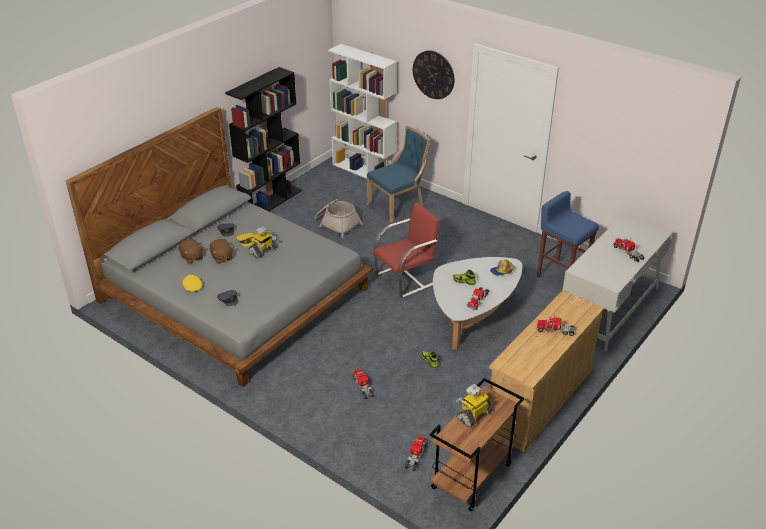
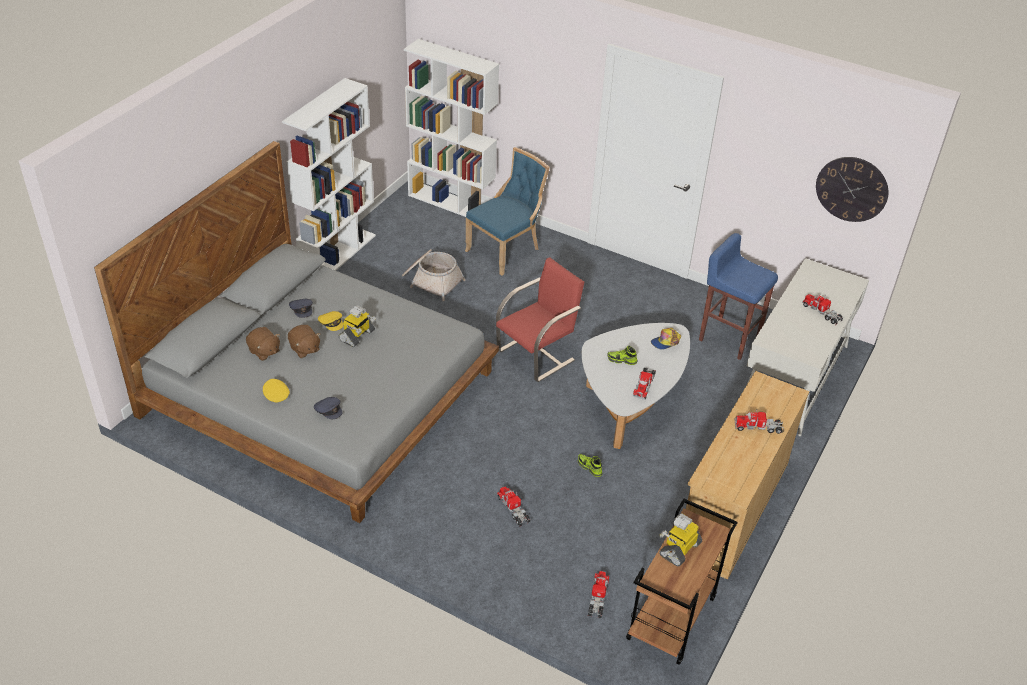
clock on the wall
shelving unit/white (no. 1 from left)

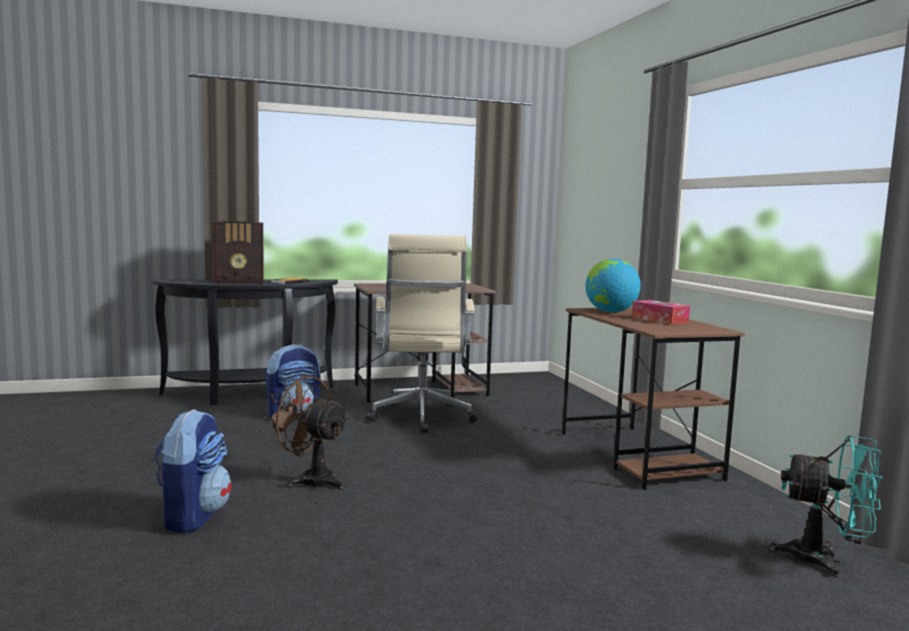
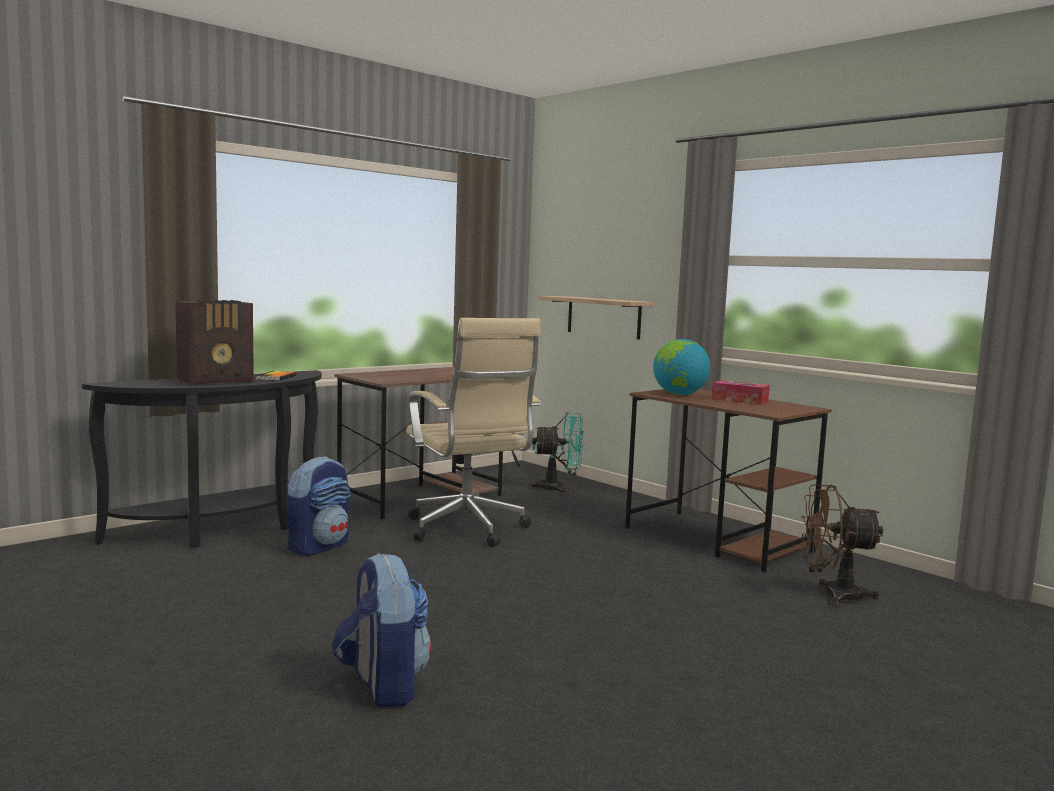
bracket shelf
cooling fan/brown
cooling fan/turquoise-coloured

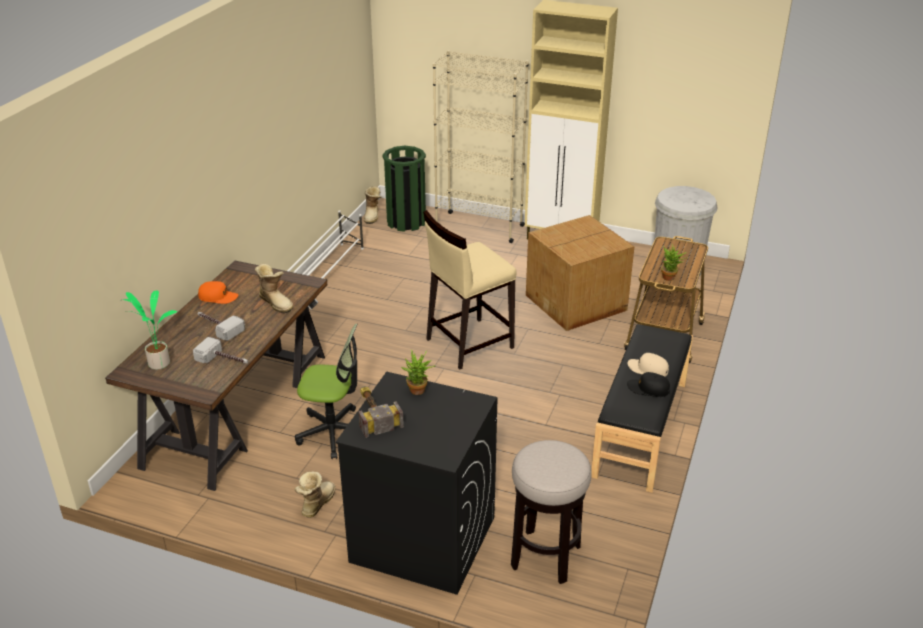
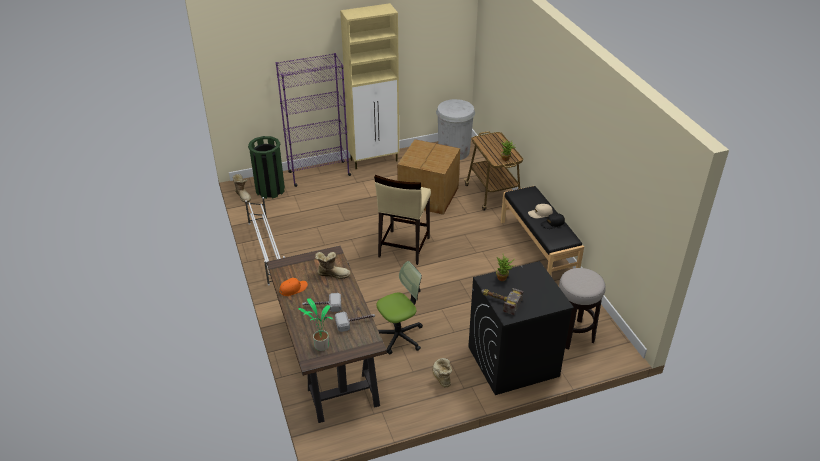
shelving unit/purple-coloured

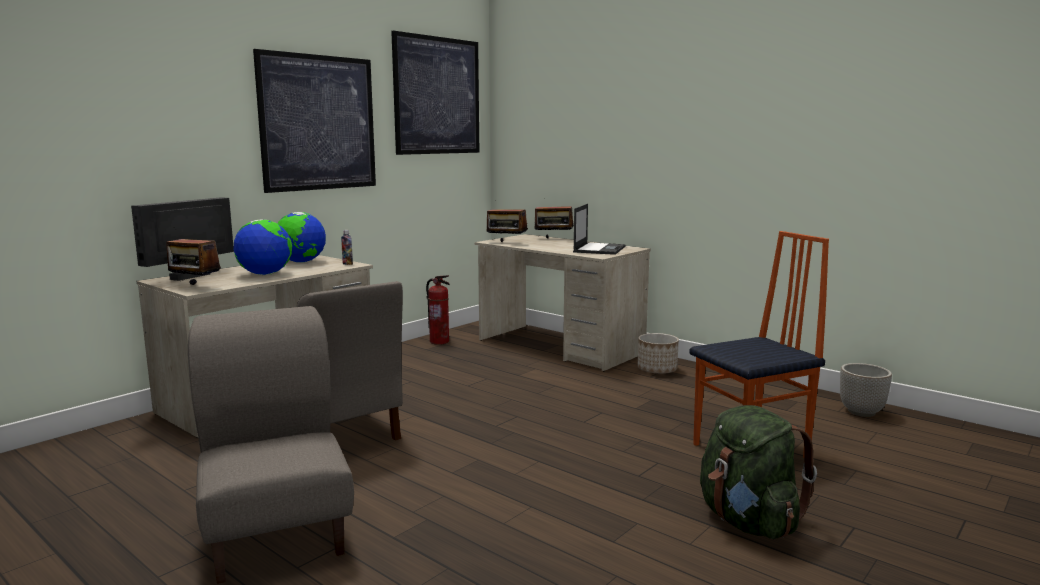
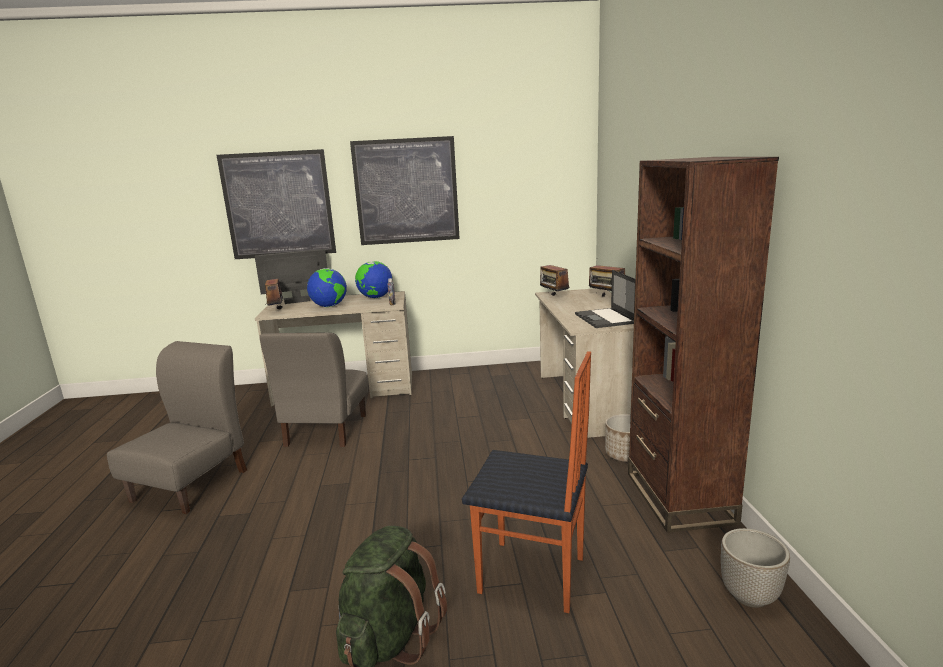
fire-fighting cylinder
shelving unit/brown
picture (no. 1 from left)
notebook computer

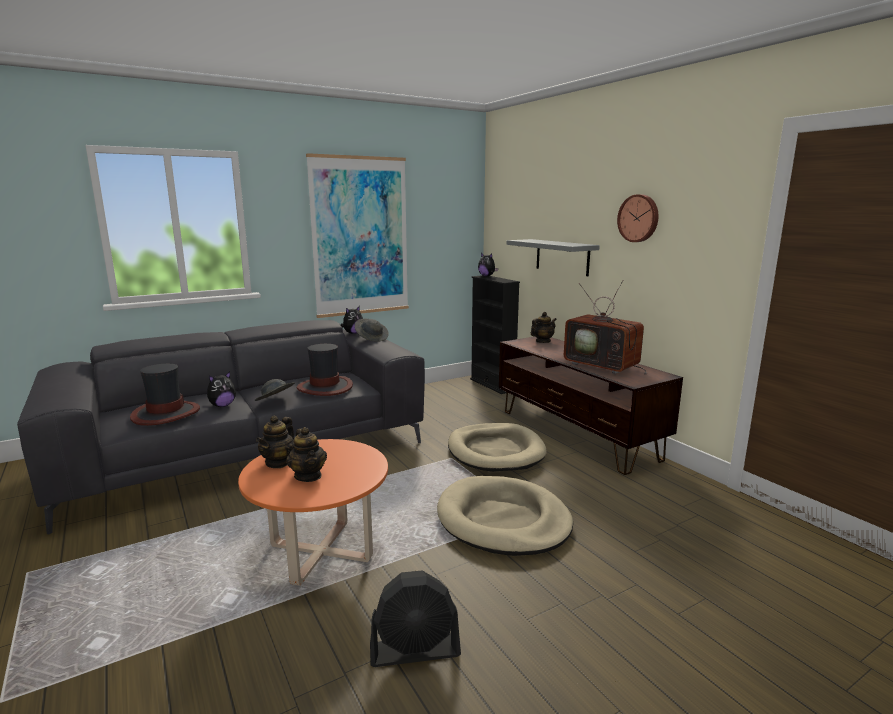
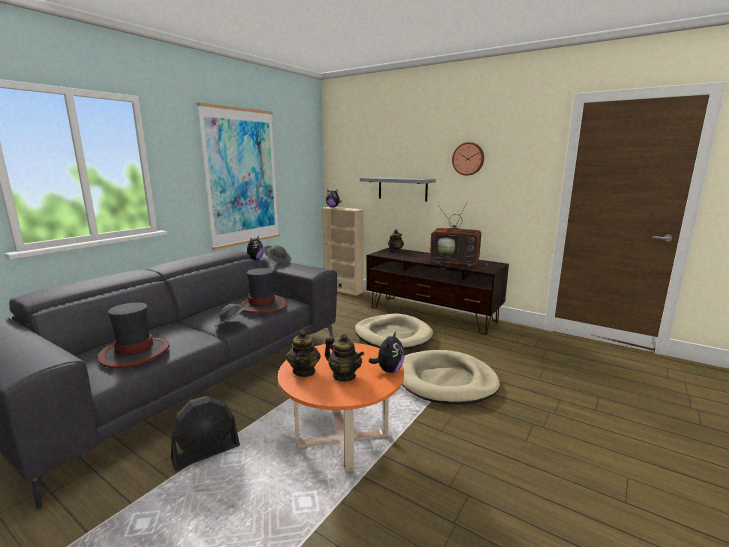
cuddly toy (no. 3 from left)
cooling fan/black-coloured
shelving unit/sand-coloured

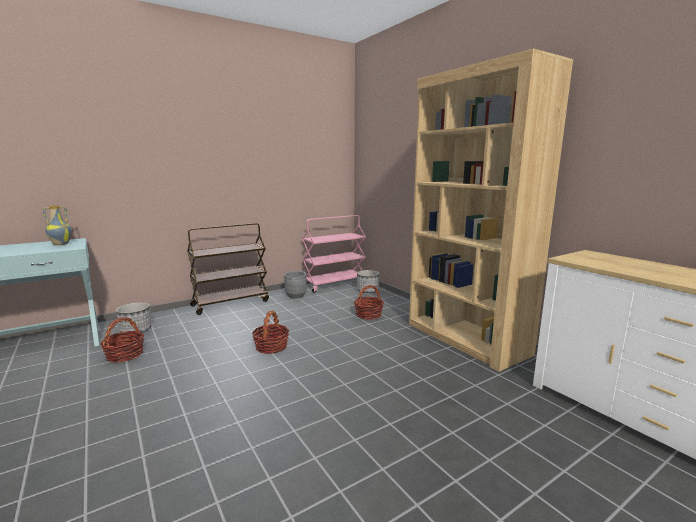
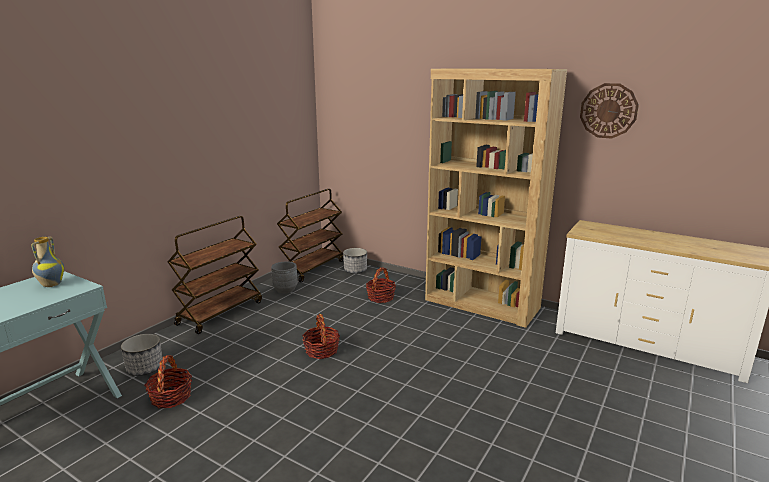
clock on the wall
wheeled cart/brown (no. 2 from left)

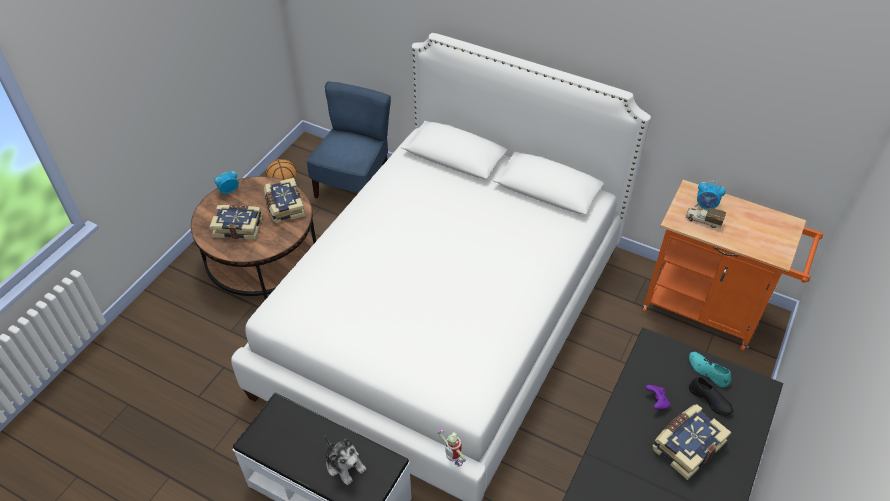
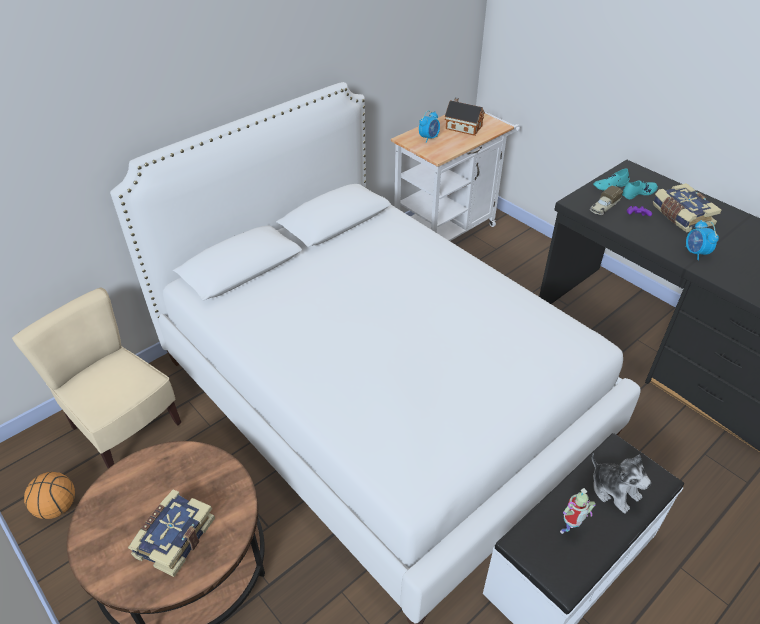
bound book (no. 2 from left in the first image)
miniature house
table clock (no. 2 from left)
toy robot
toy lorry
upright chair/sand-coloured
wheeled cart/white
item of footwear/turquoise-coloured (no. 2 from left)
cuddly toy

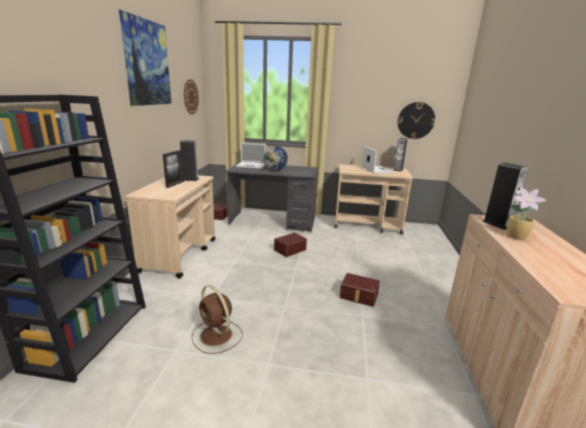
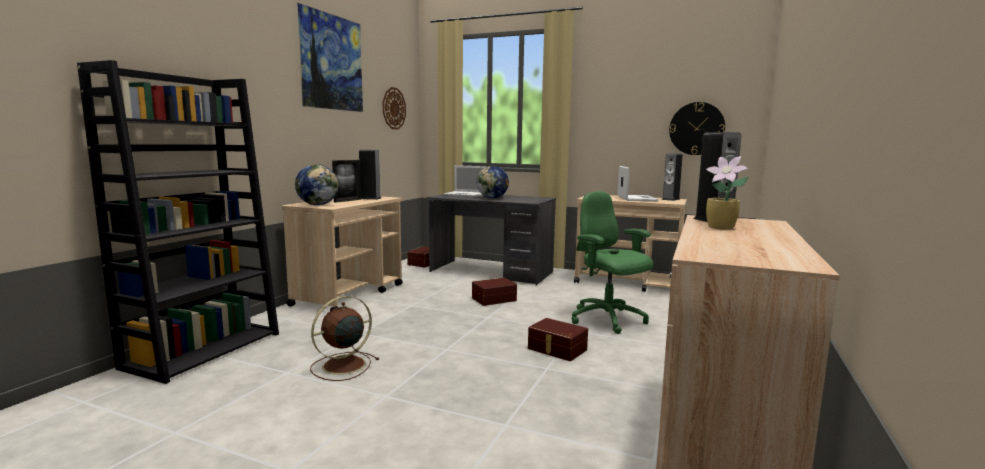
world globe (no. 1 from left)
office chair/green
cooling fan/brown

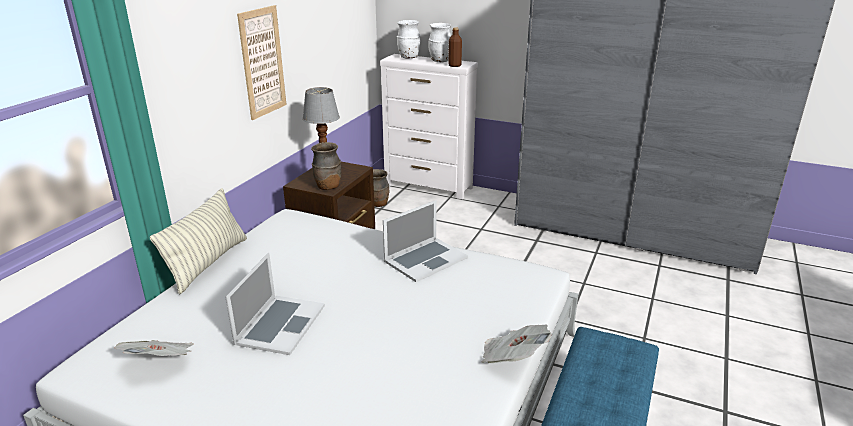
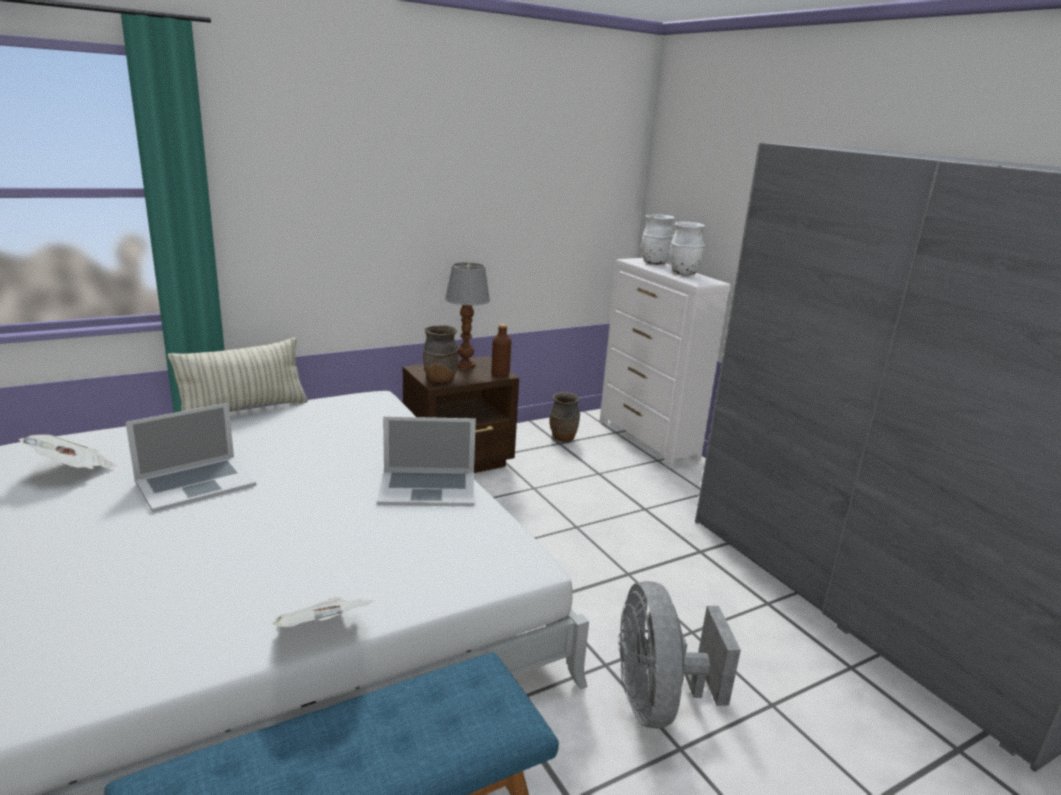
picture
cooling fan/greyish
drink bottle/brown

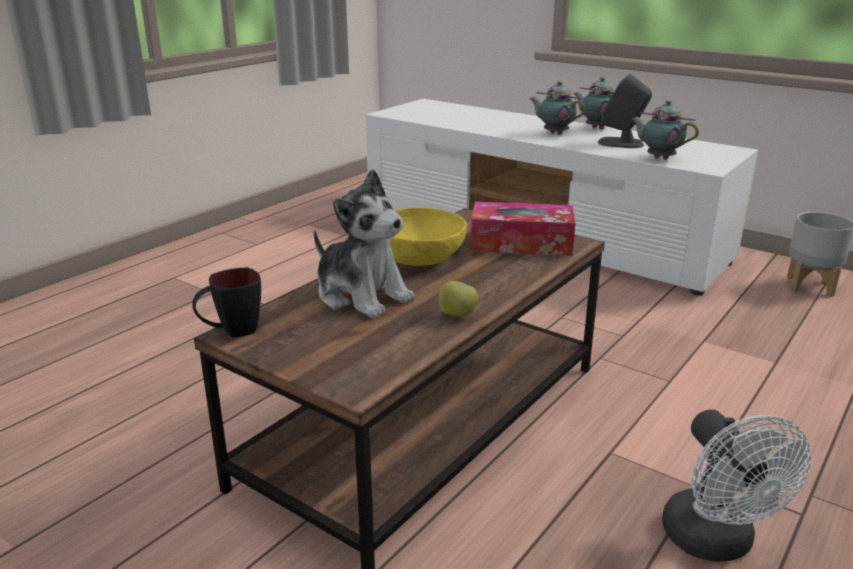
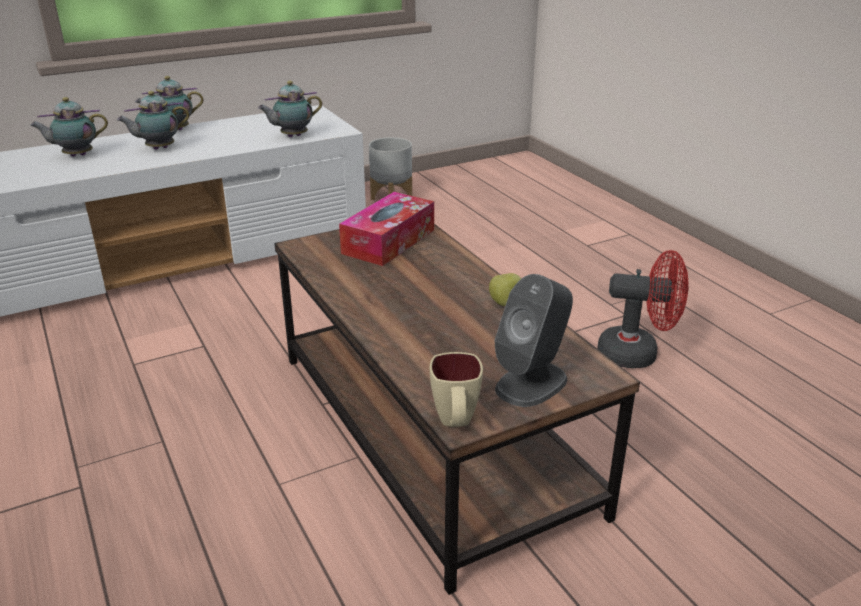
cuddly toy
bowl/yellow-coloured
tea pot (no. 1 from left)
audio speaker/greyish
coffee mug/sand-coloured
cooling fan/reddish

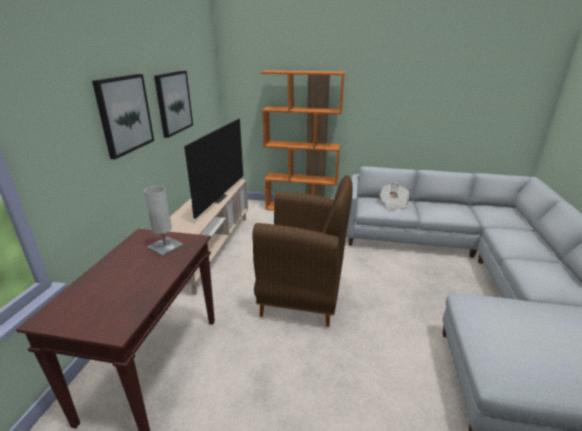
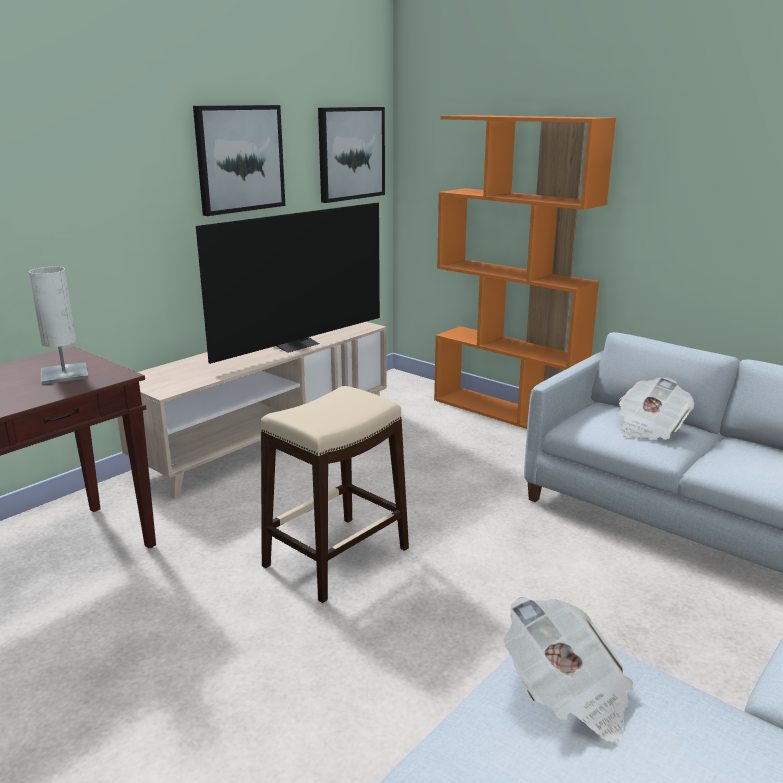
printed paper (no. 1 from left)
picture (no. 2 from left)
stool/sand-coloured

